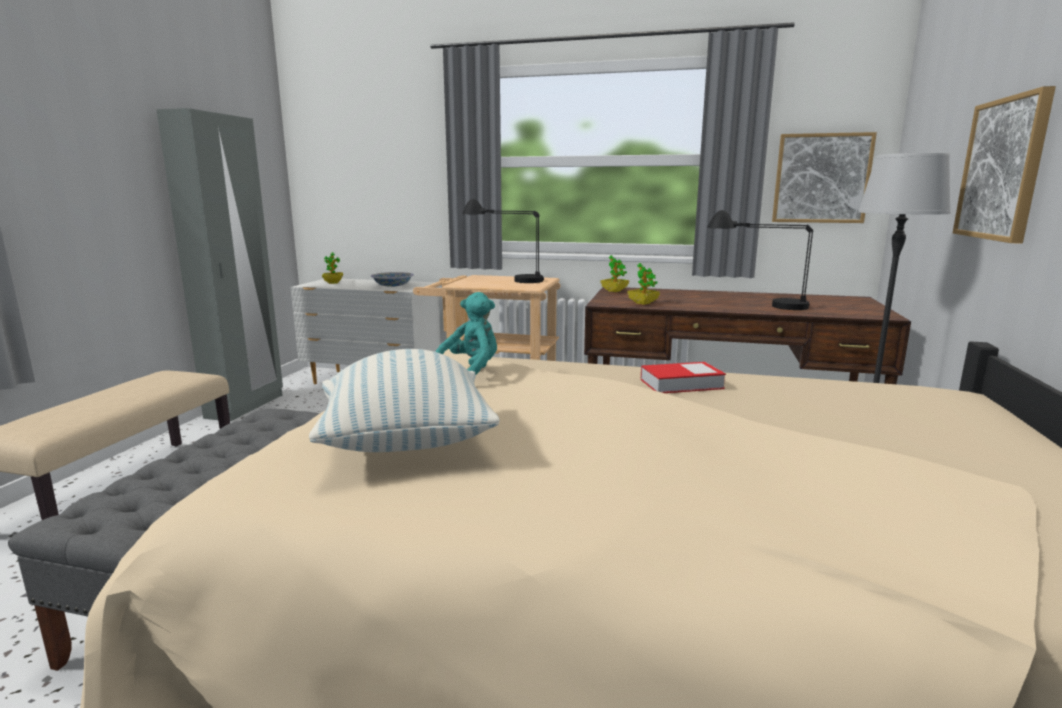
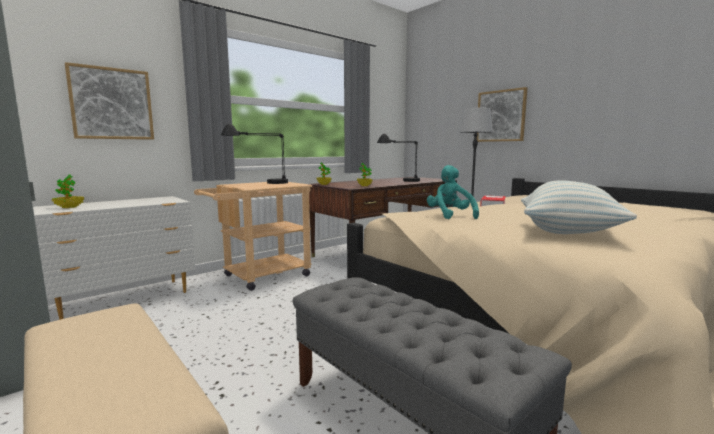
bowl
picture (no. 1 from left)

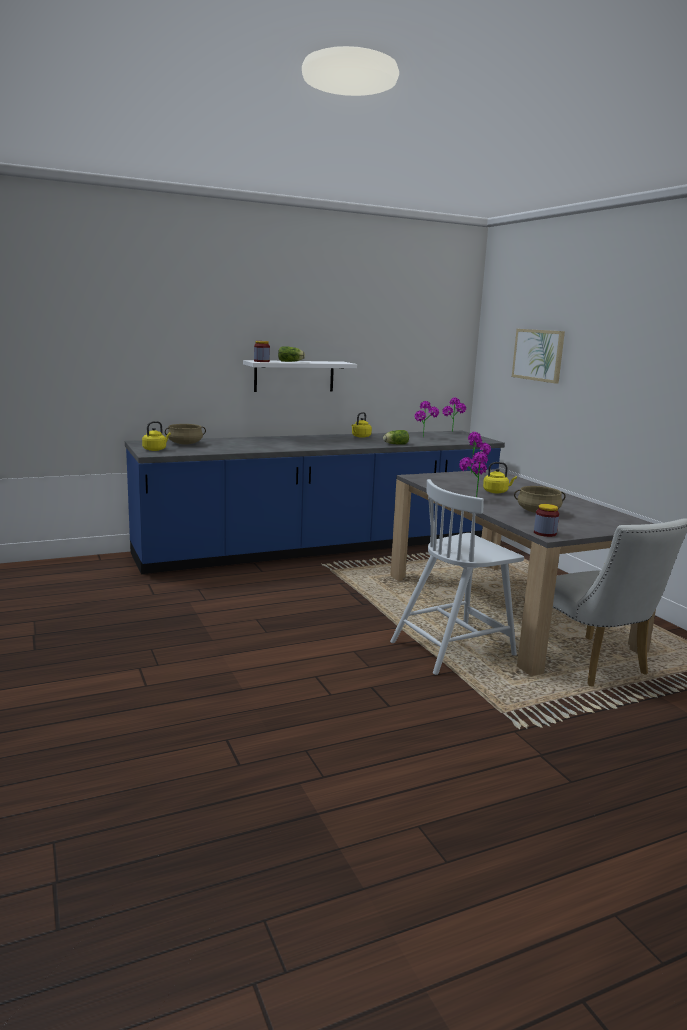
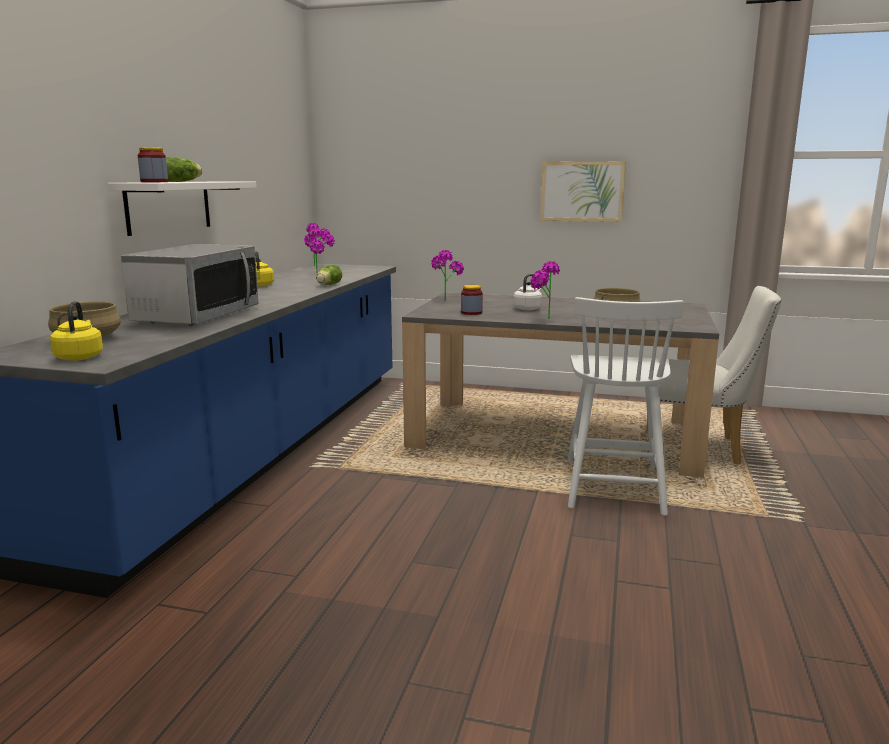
microwave oven
picture
preserve jar (no. 2 from left)
kettle/white

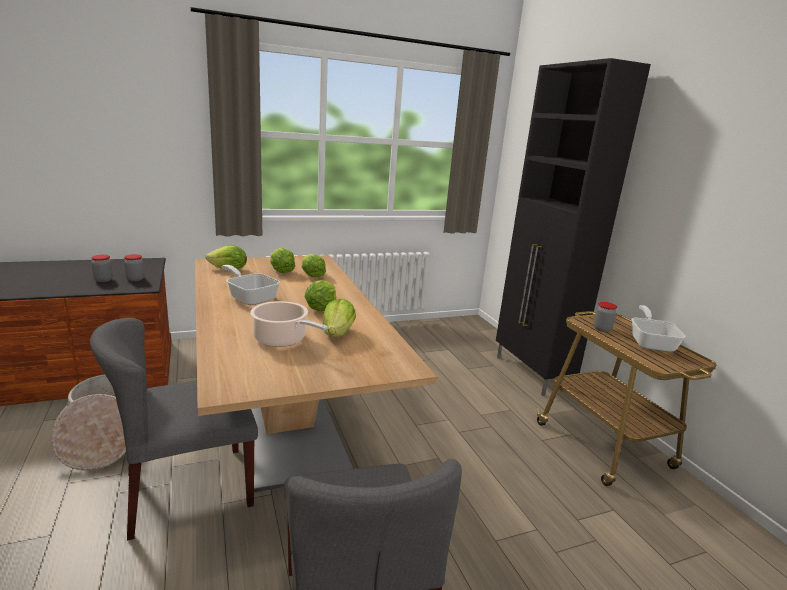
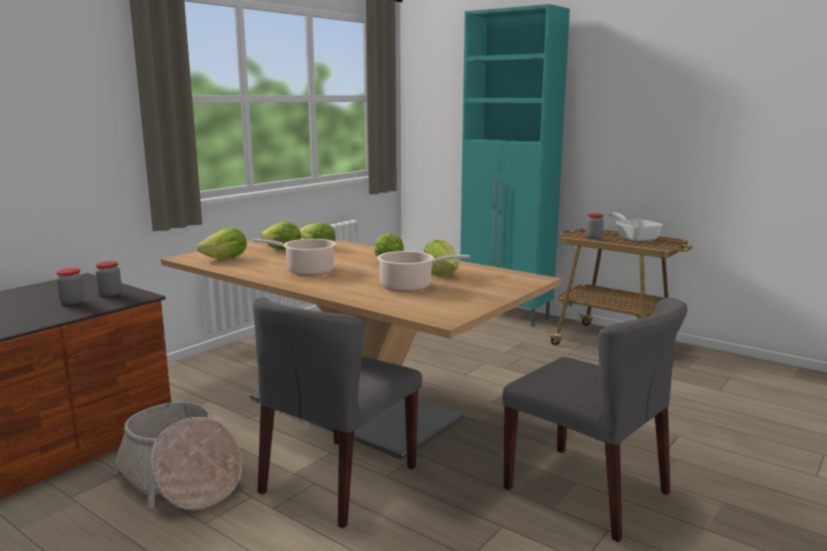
stockpot (no. 1 from left)
cupboard/turquoise-coloured

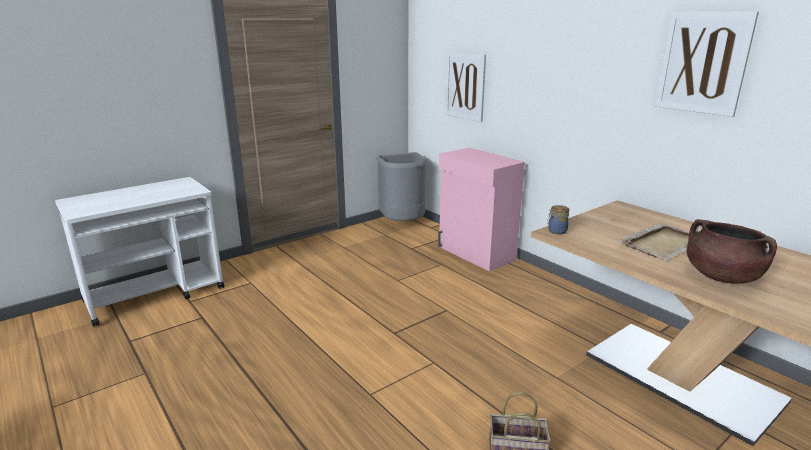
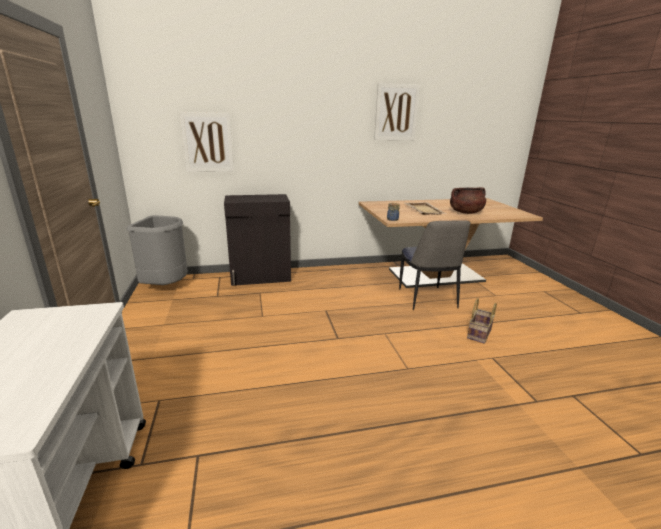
upright chair
cupboard/black-coloured

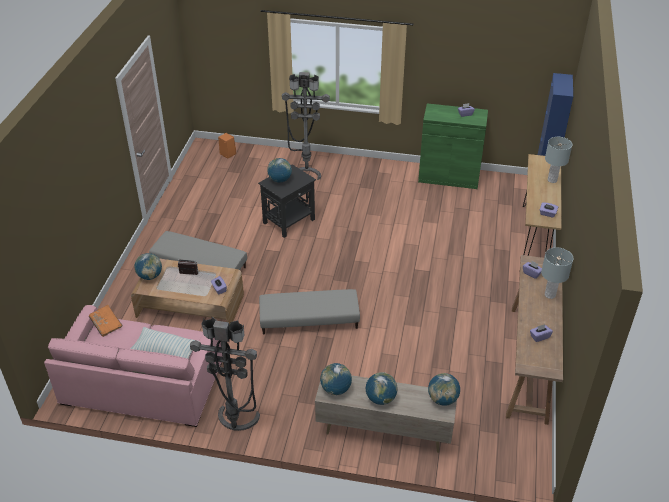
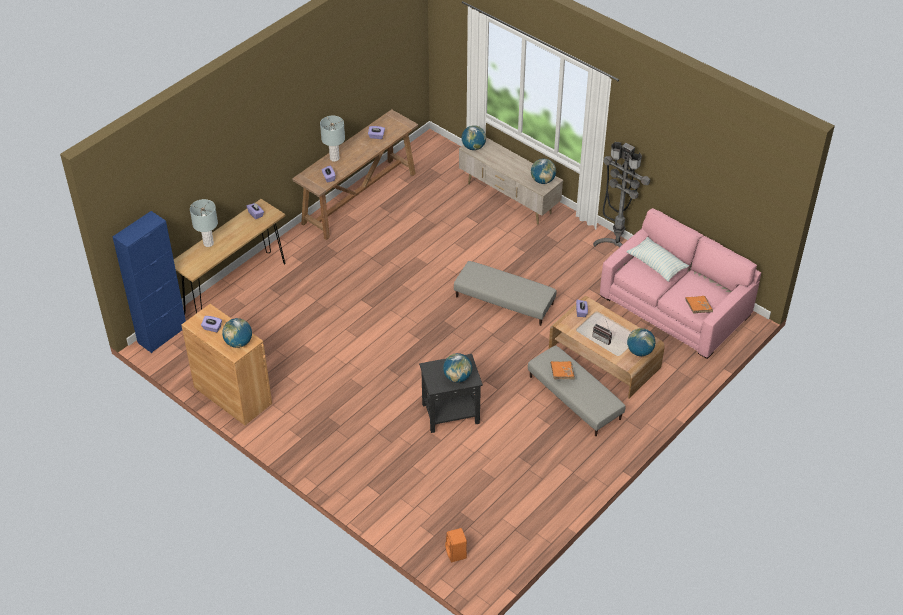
standard lamp/greyish (no. 2 from left in the first image)
bound book/orange (no. 1 from left)
world globe (no. 1 from left)
cupboard/brown

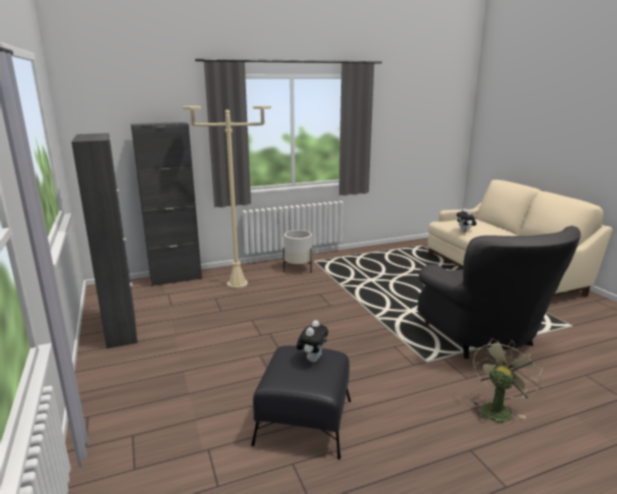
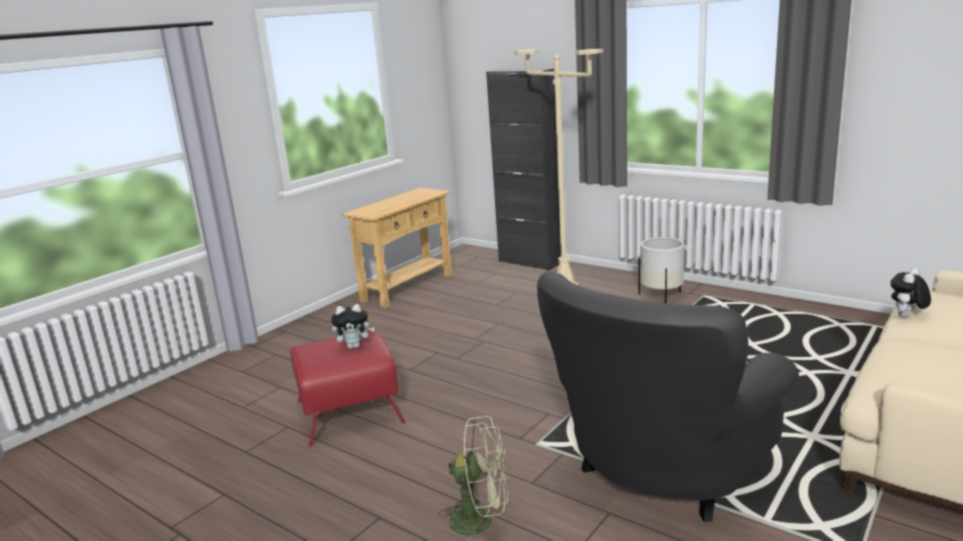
hall table/sand-coloured
ottoman/reddish

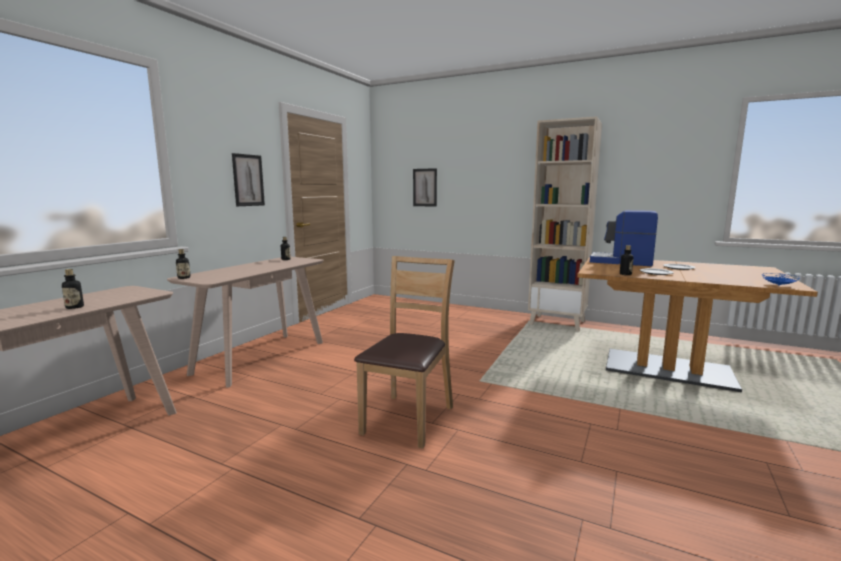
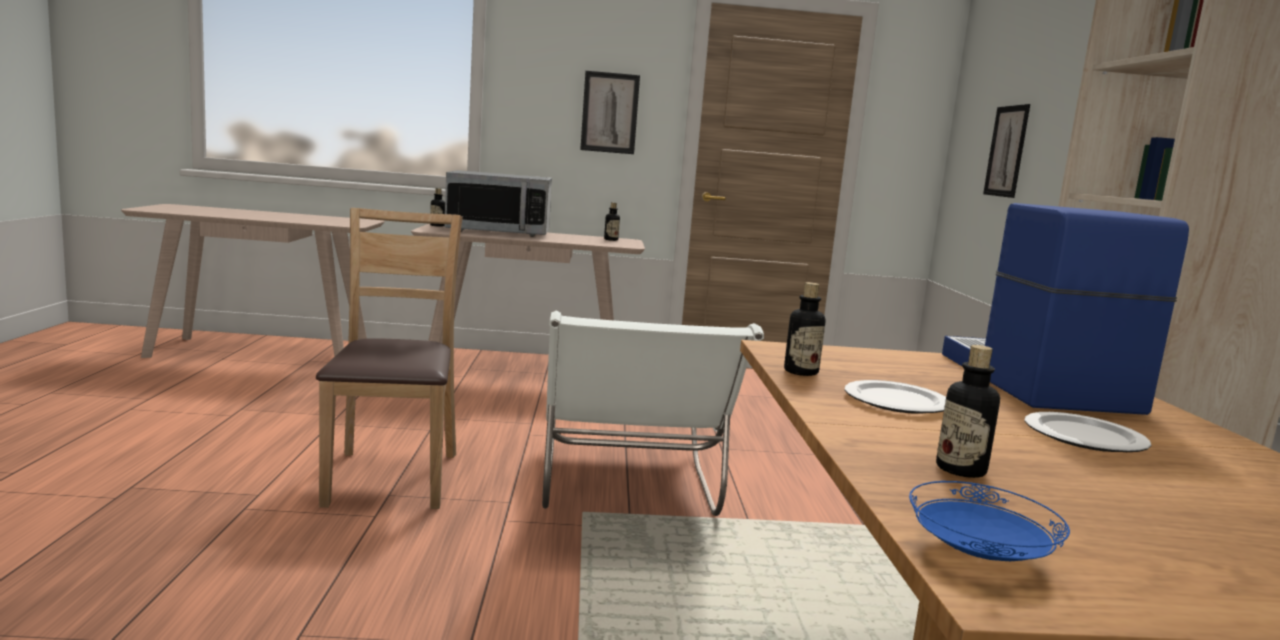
microwave oven
upright chair/white
drink bottle (no. 4 from left)
upright chair/brown

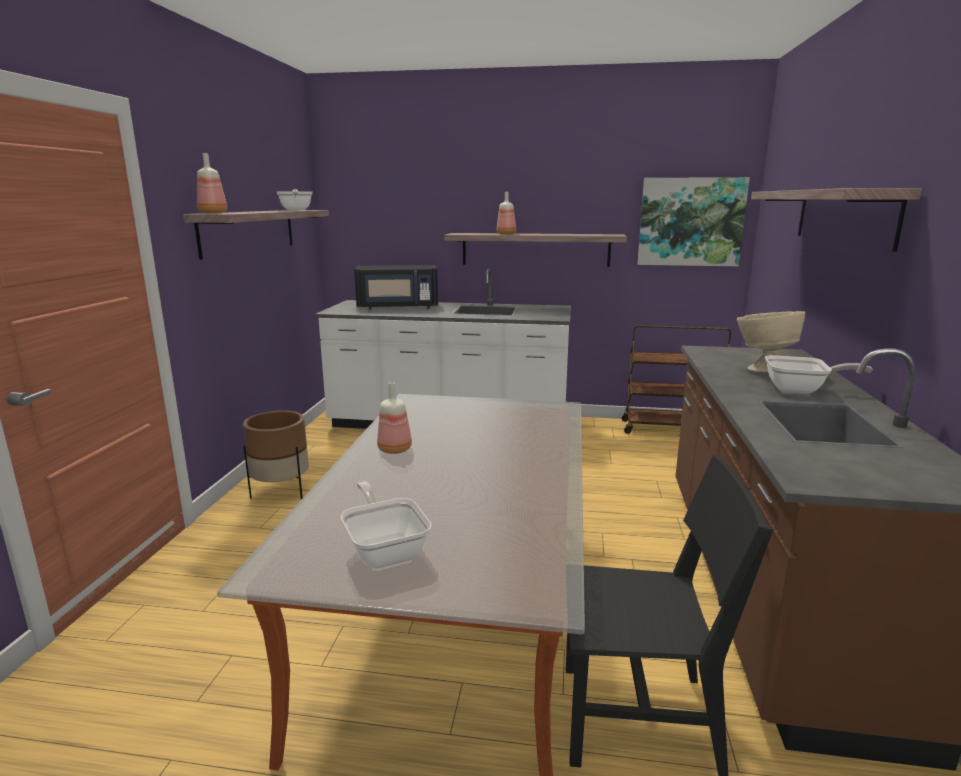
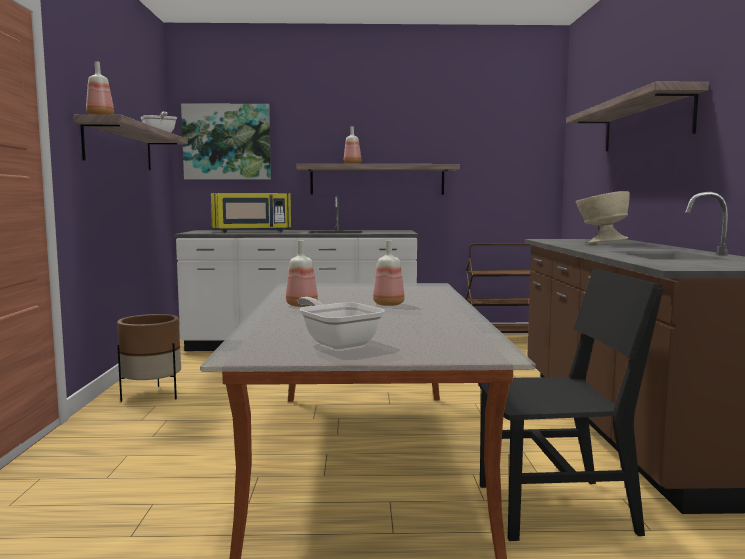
skillet (no. 3 from left in the first image)
drink bottle (no. 4 from left)
picture
microwave oven/yellow-coloured

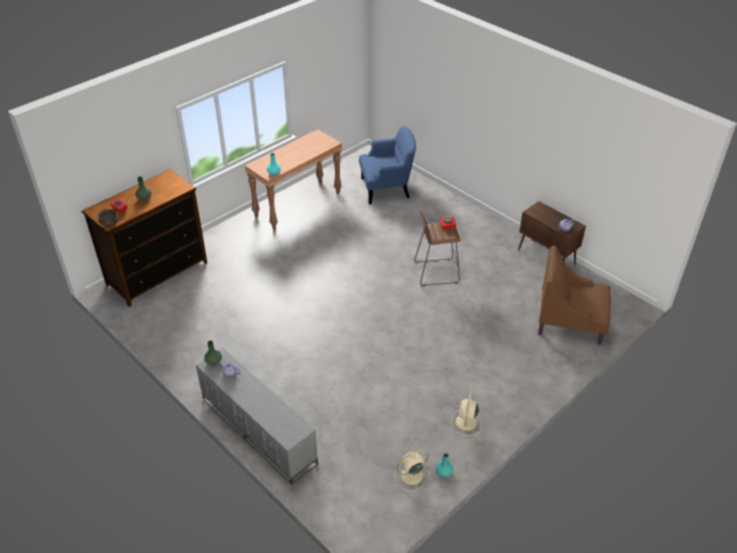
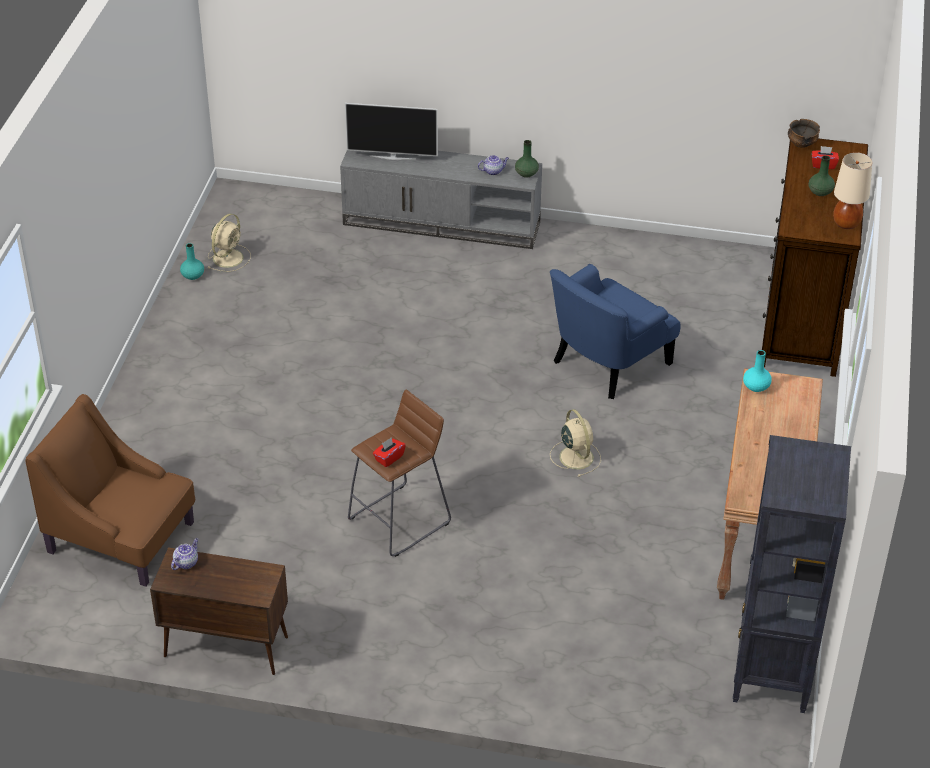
TV
shelving unit/black-coloured
lamp for a table/sand-coloured
lounge chair/bluish
cooling fan/sand-coloured (no. 2 from left)
lounge chair/brown

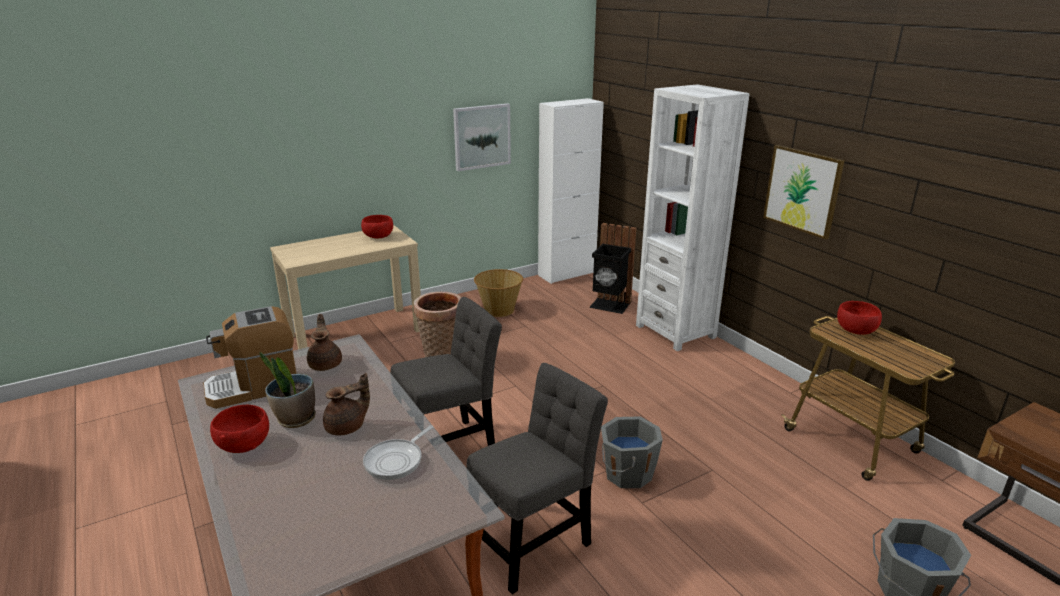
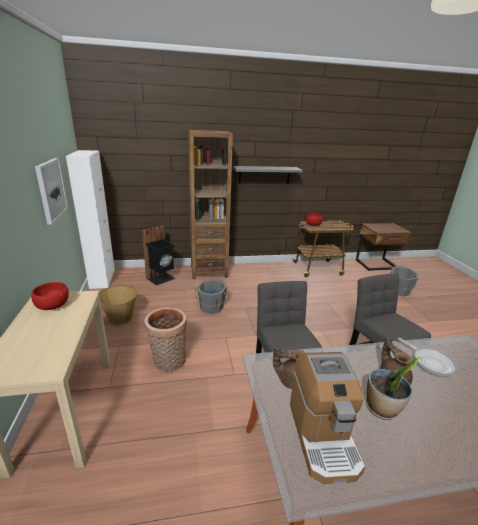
bowl/reddish (no. 1 from left in the first image)
bucket/greyish (no. 1 from left)
bracket shelf/greyish
shelving unit/brown

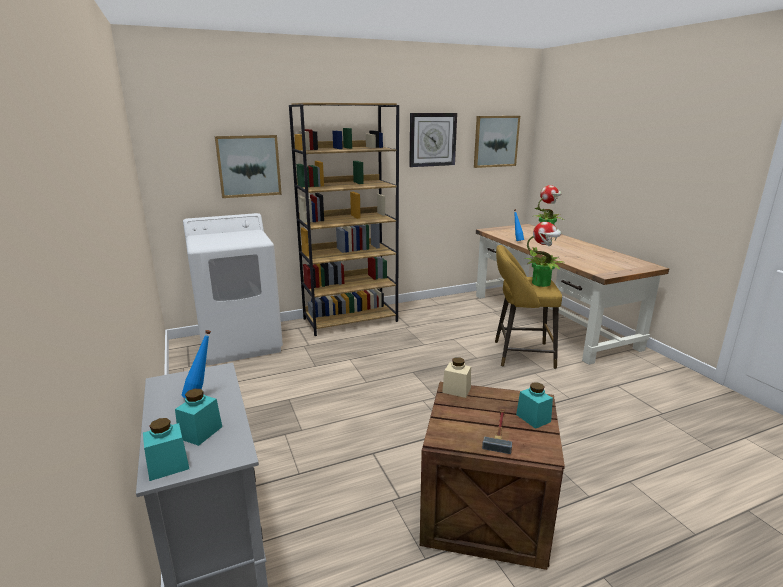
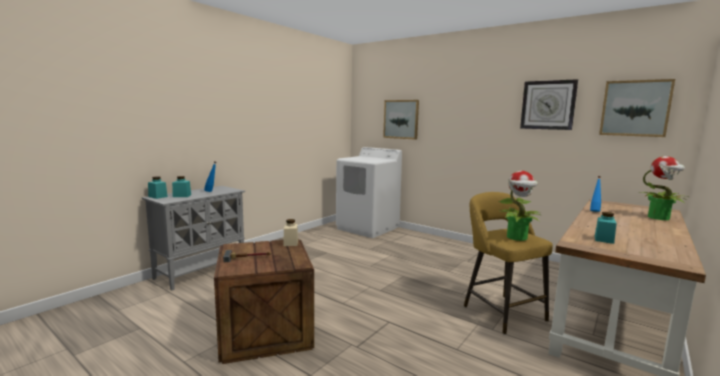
shelving unit/brown
preserve jar/turquoise-coloured (no. 3 from left)

